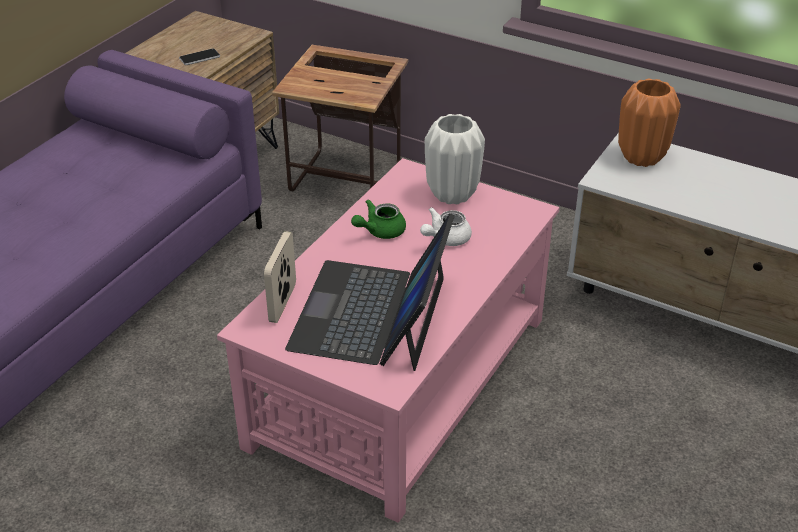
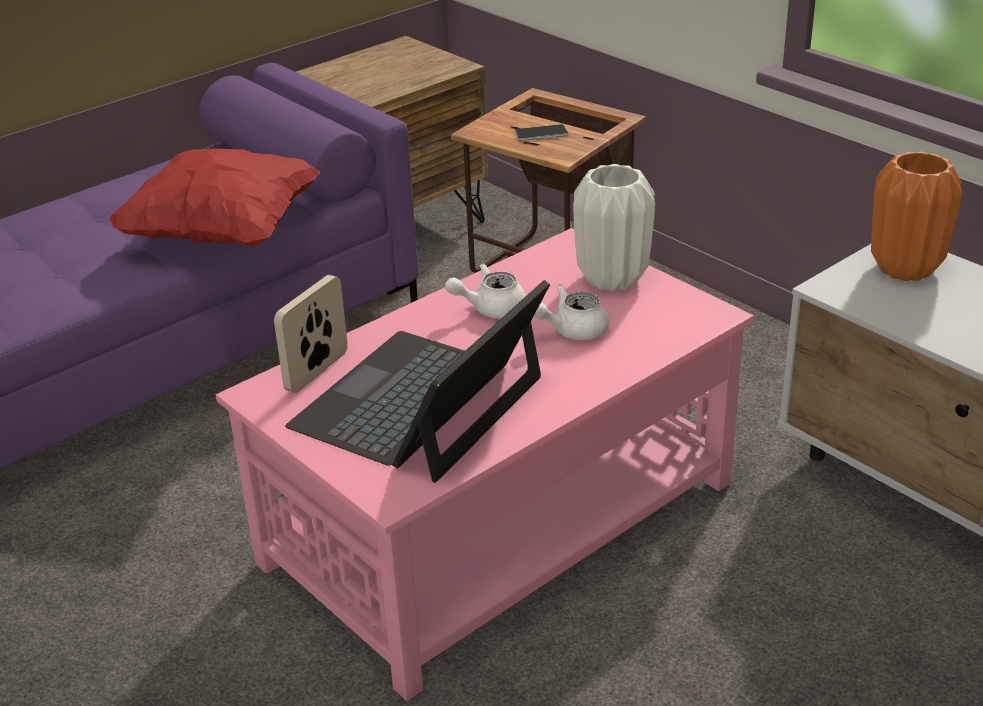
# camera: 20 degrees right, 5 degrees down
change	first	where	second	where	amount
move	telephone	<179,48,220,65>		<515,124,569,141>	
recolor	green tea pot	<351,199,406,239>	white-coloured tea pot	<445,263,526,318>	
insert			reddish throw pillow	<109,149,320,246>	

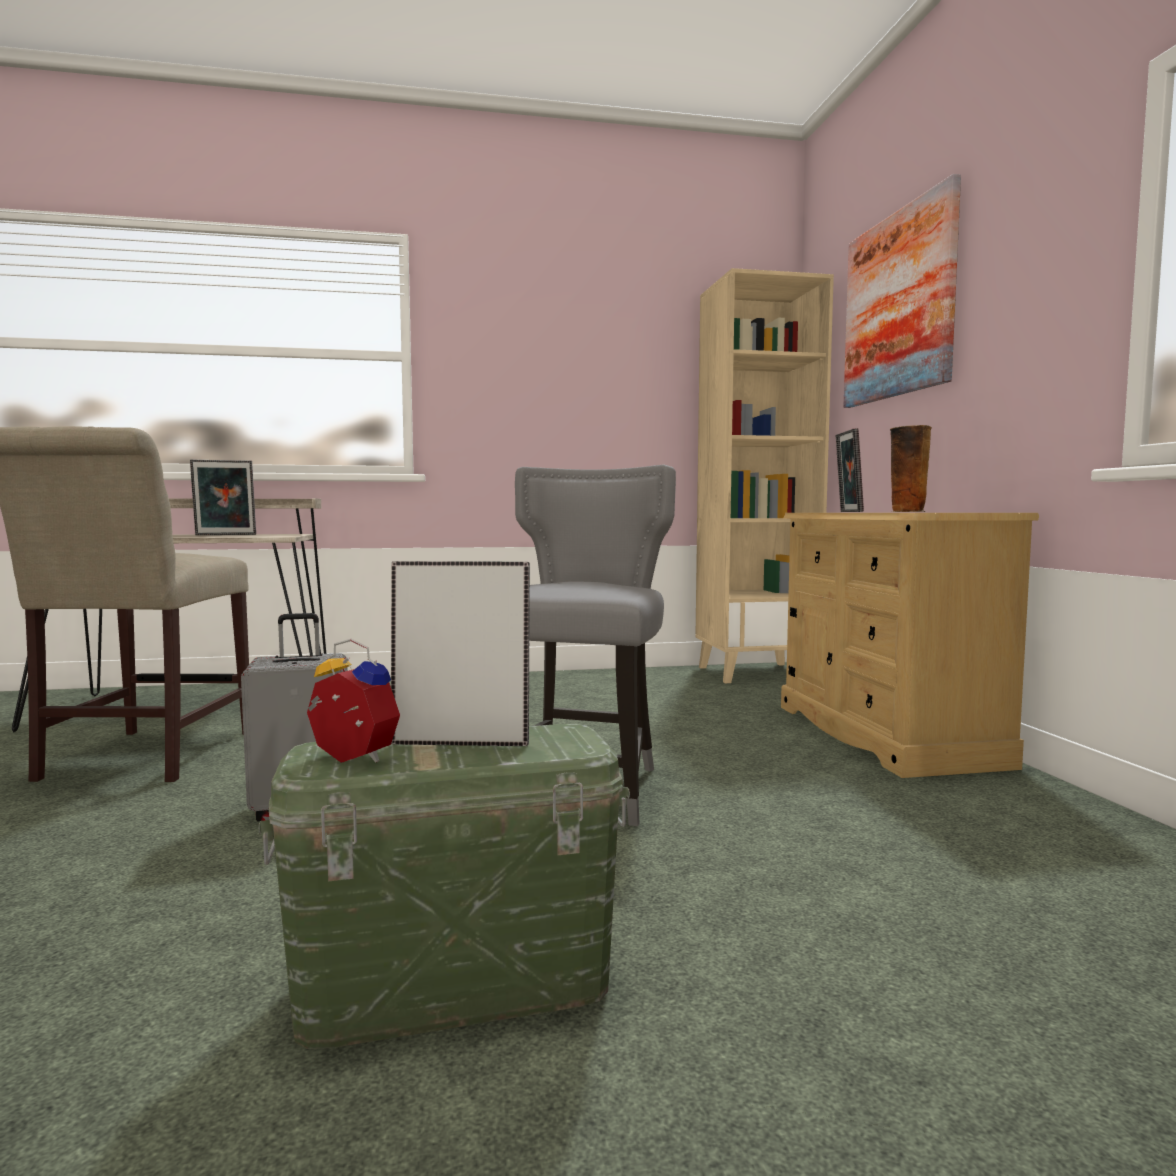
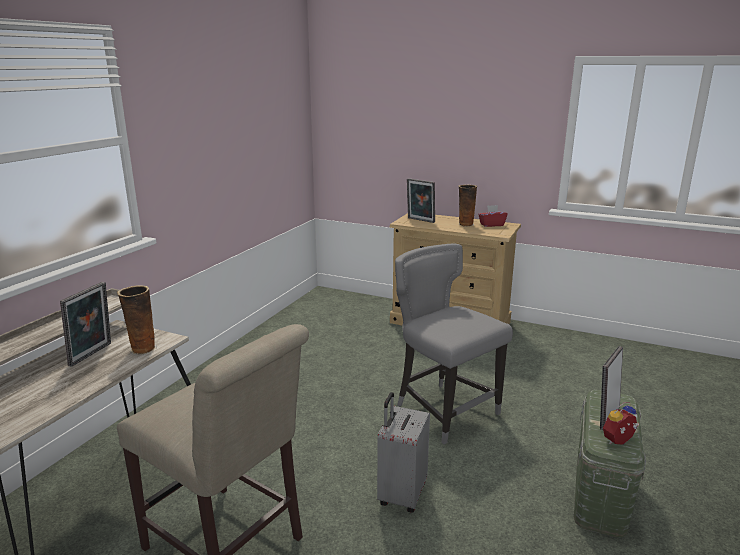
# camera: 55 degrees left, 15 degrees up
change	first	where	second	where	amount
delete	beige bookcase	<695,268,834,683>			
delete	wall art	<843,174,961,408>			
insert			flower vase	<117,285,157,355>	
insert			reddish tissue box	<478,205,508,227>	

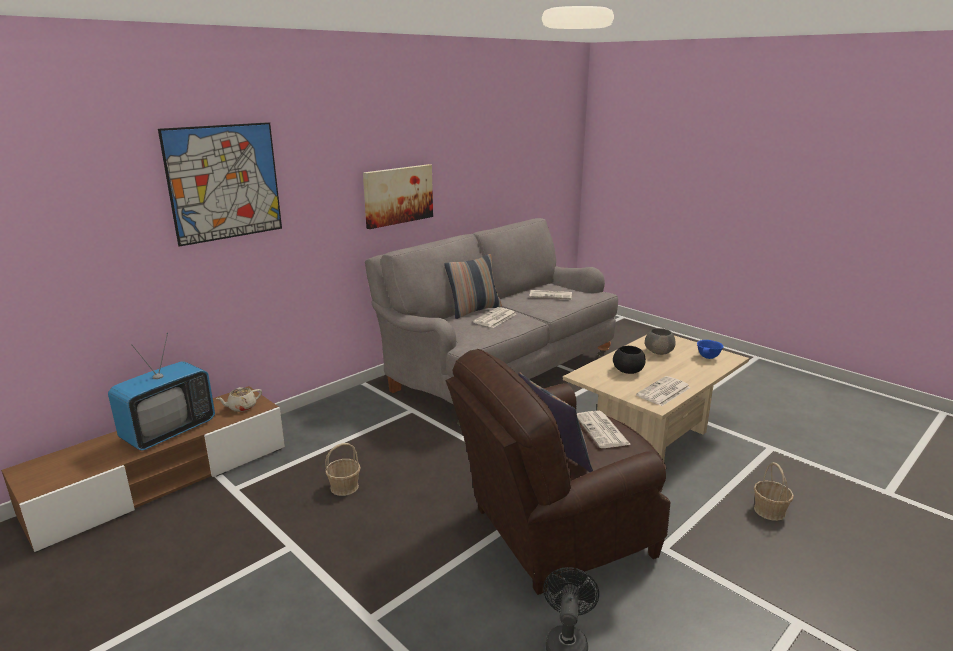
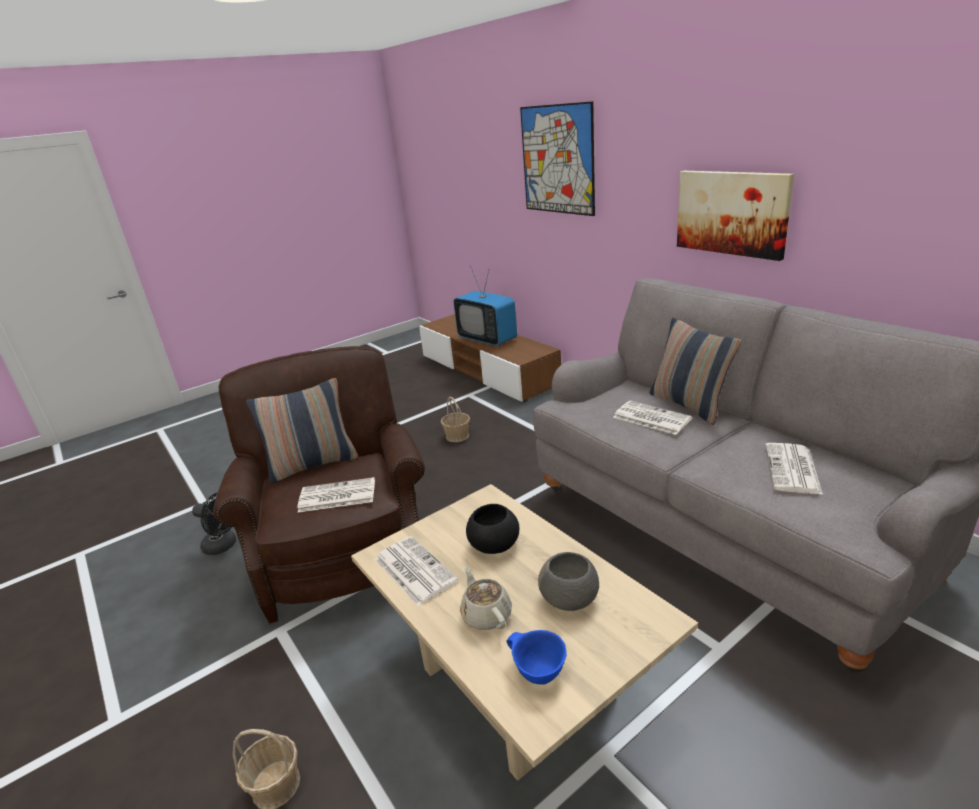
# camera: 100 degrees right, 5 degrees up
change	first	where	second	where	amount
move	beige tea pot	<216,387,262,412>		<460,566,512,630>	

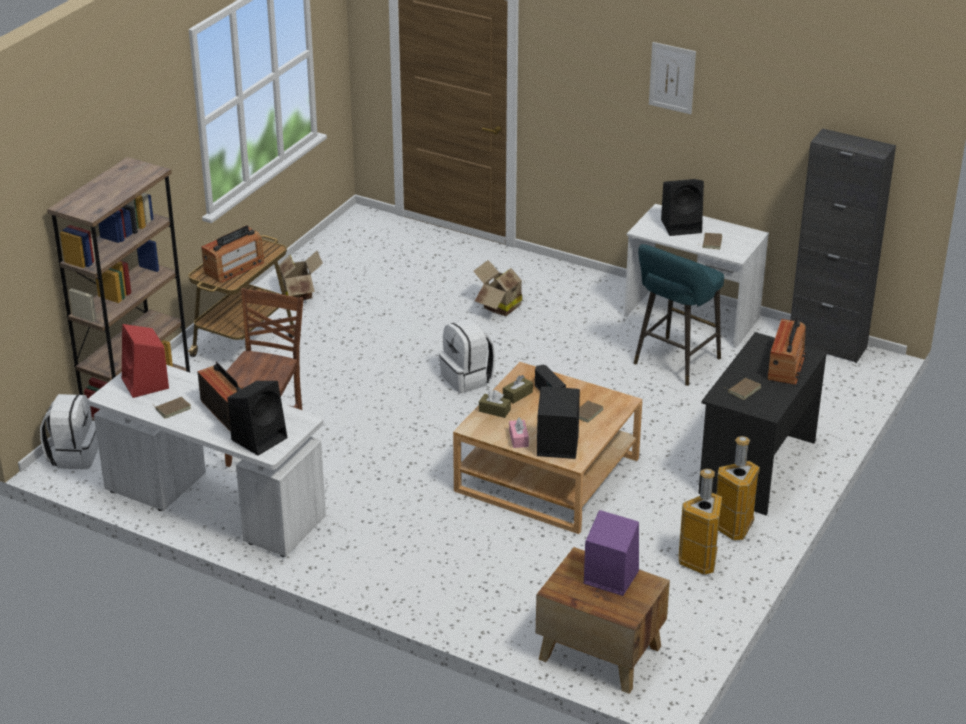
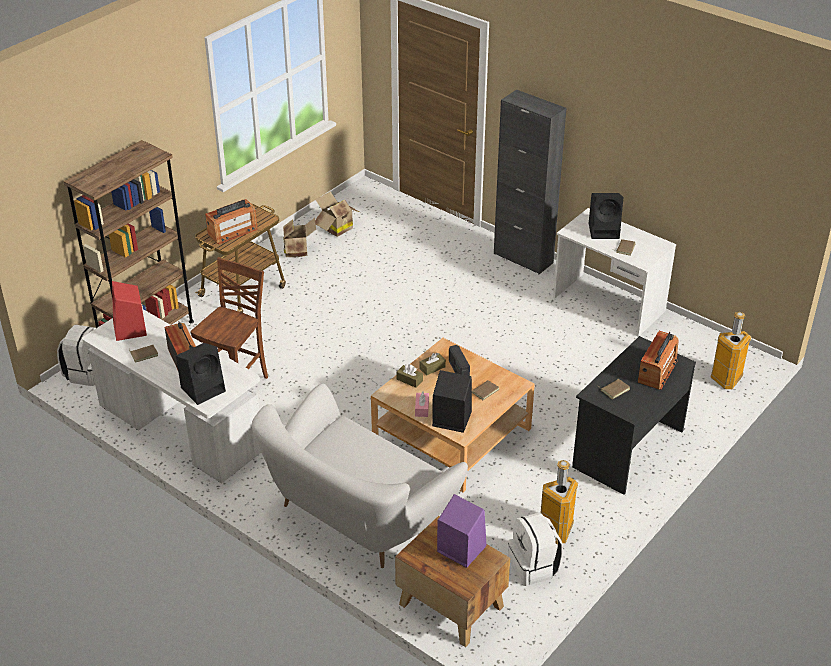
# camera: 10 degrees right, 5 degrees up
change	first	where	second	where	amount
move	white-coloured backpack	<439,318,495,393>		<508,513,563,586>	
move	cardboard box	<473,260,523,316>		<315,191,359,237>	
delete	blue-green sitting stool	<634,244,724,386>			
delete	wall art	<649,42,696,114>			
move	rubbish bin	<716,436,760,540>		<710,312,751,389>	
move	black-coloured storage cabinet	<790,128,896,363>		<494,90,566,274>	
insert			white-coloured settee	<252,383,468,568>	

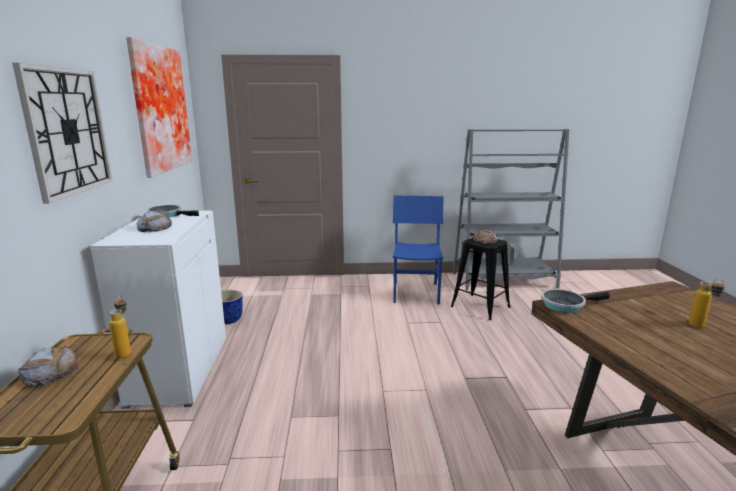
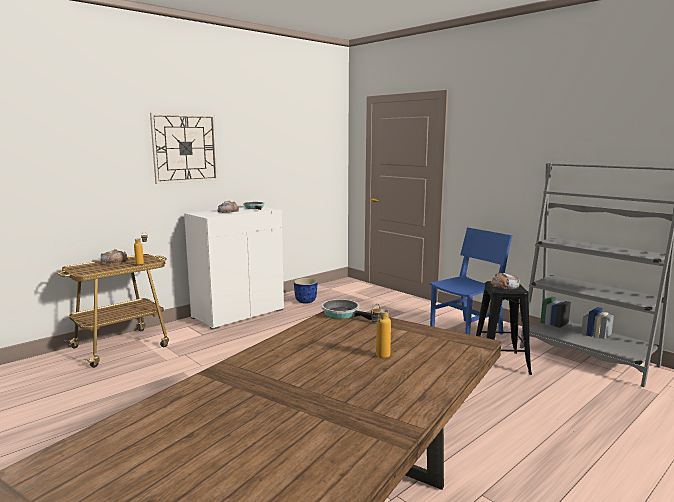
# camera: 50 degrees right, 5 degrees down
change	first	where	second	where	amount
delete	wall art	<126,37,192,178>			

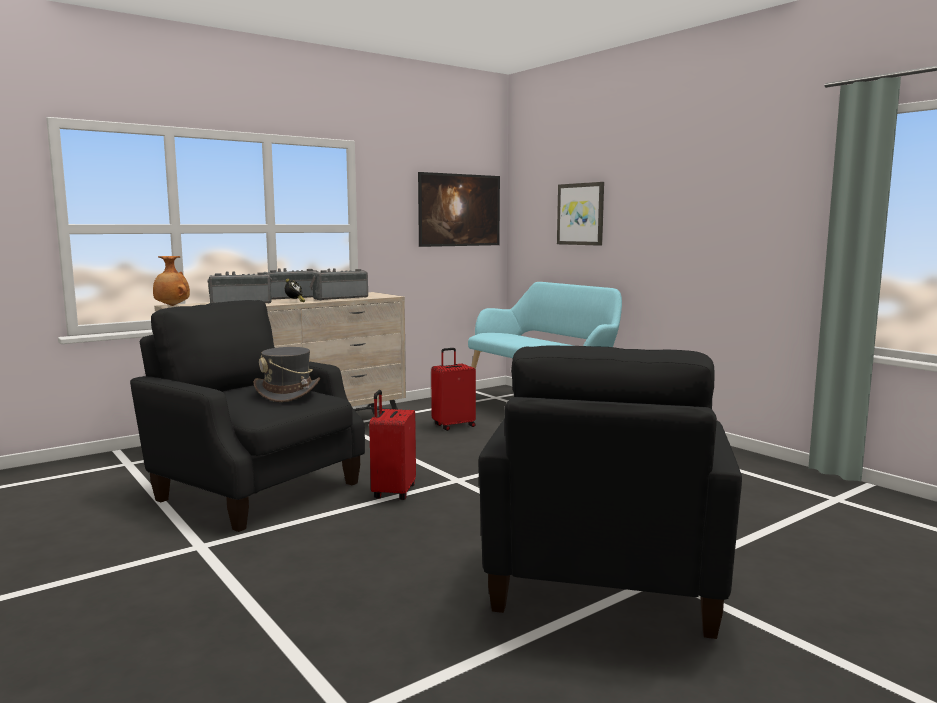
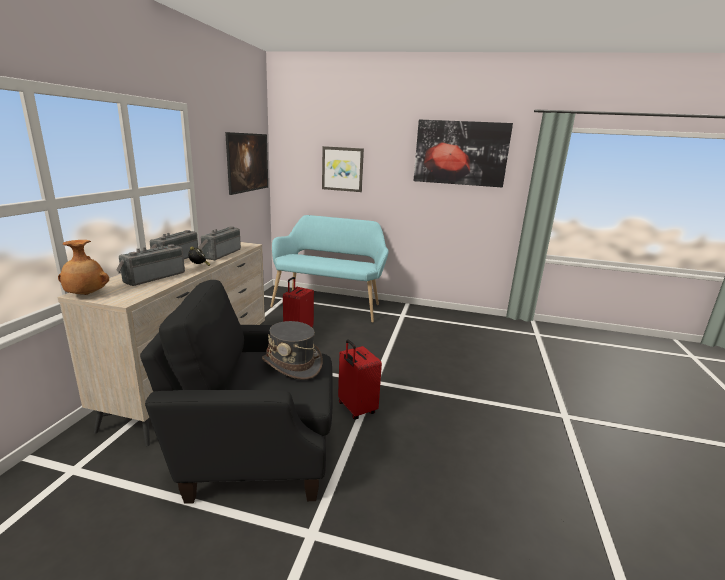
# camera: 40 degrees left, 10 degrees up
change	first	where	second	where	amount
delete	black-coloured easy chair	<478,345,742,639>			
insert			wall art	<414,120,513,188>	

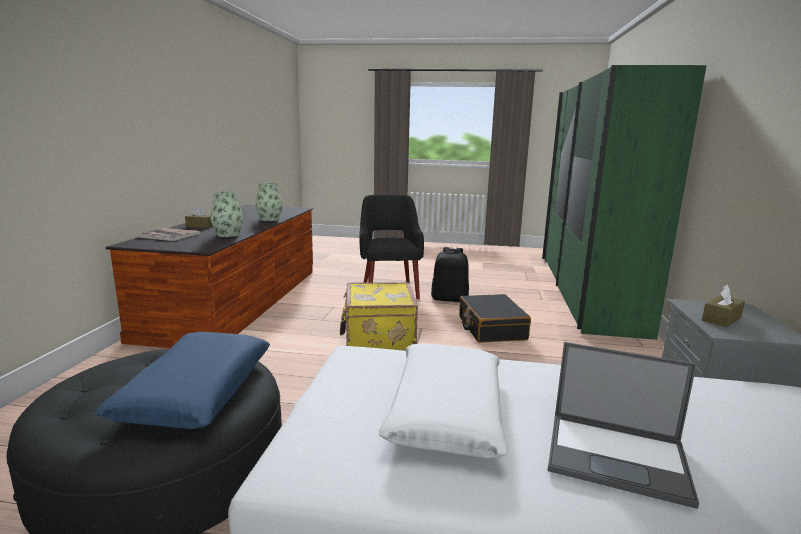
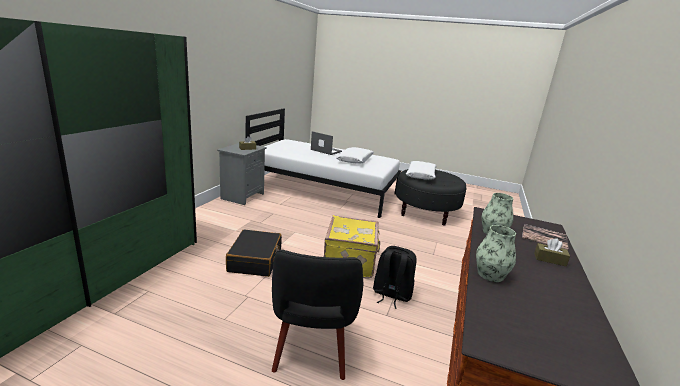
# camera: 170 degrees left, 5 degrees up
change	first	where	second	where	amount
recolor	blue throw pillow	<95,332,270,429>	white-coloured throw pillow	<406,161,437,180>	
move	black-coloured backpack	<431,247,469,302>		<373,246,417,309>	

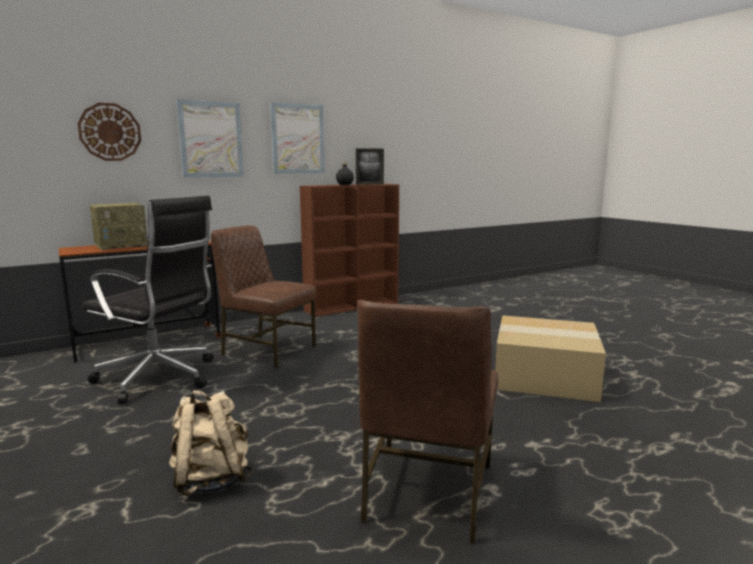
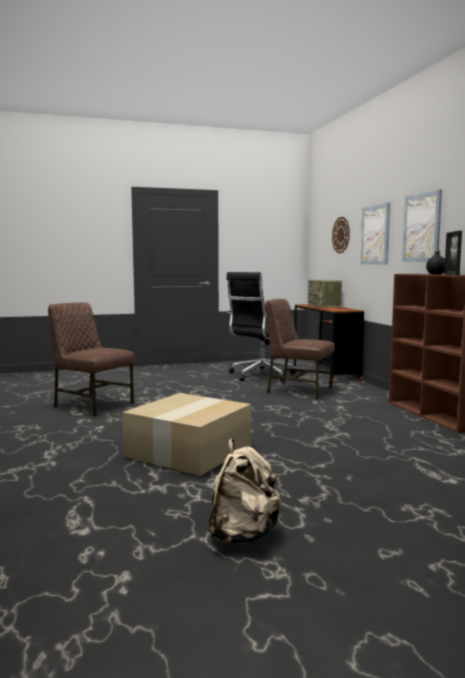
# camera: 105 degrees right, 5 degrees down
change	first	where	second	where	amount
move	beige backpack	<169,390,252,496>		<208,439,282,544>	
rotate	brown-coloured chair	<211,225,317,368>		<265,299,335,399>	105 degrees counterclockwise

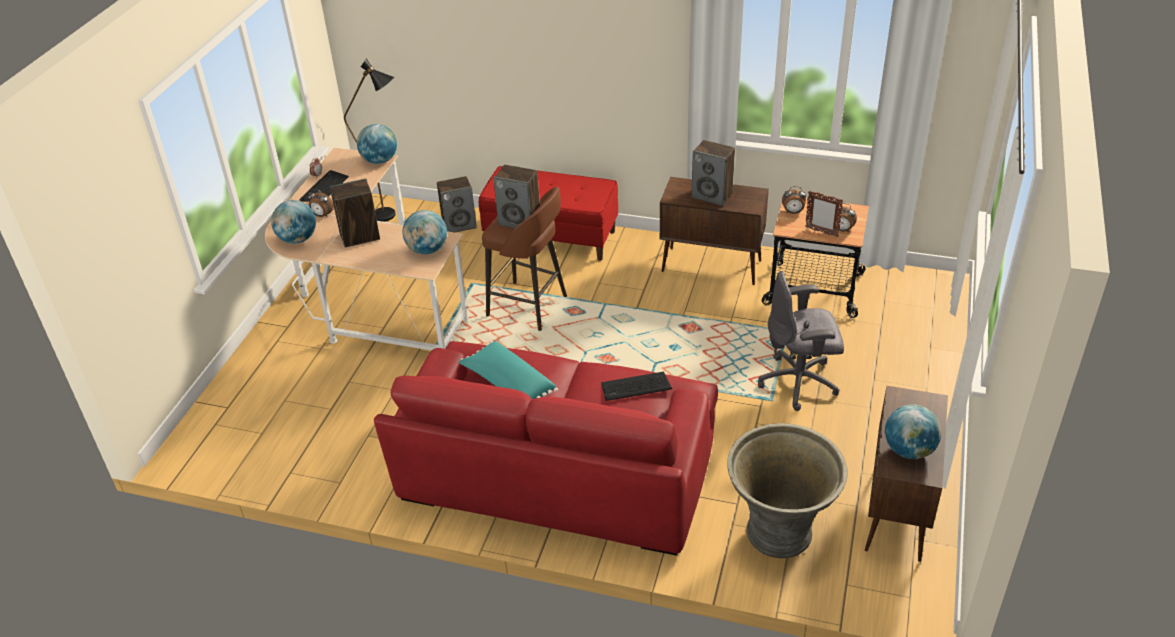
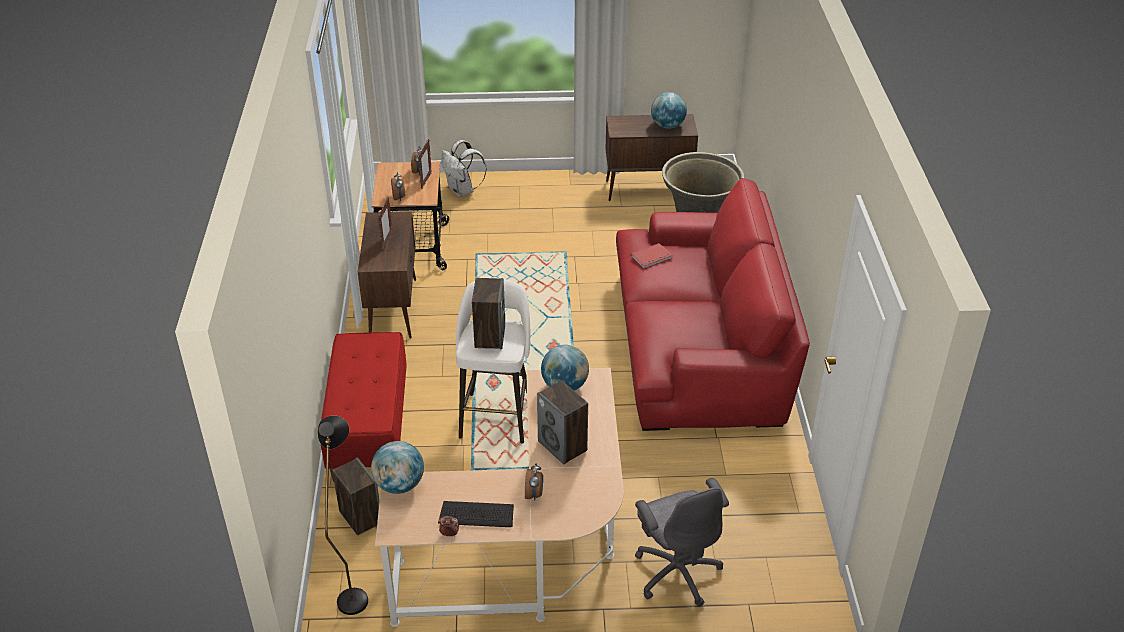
# camera: 110 degrees left, 0 degrees up
change	first	where	second	where	amount
delete	world globe	<271,200,316,244>			
delete	blue-green throw pillow	<459,341,558,399>			
recolor	brown-coloured sitting stool	<482,187,567,331>	white-coloured sitting stool	<456,279,530,443>	
replace	PC keyboard	<601,372,672,401>	reddish volume	<631,243,673,269>	
replace	loudspeaker	<691,140,735,206>	photo frame	<378,197,393,250>	
move	gray office chair	<758,271,844,411>		<635,478,729,606>	
insert			white-coloured backpack	<441,140,487,197>	

